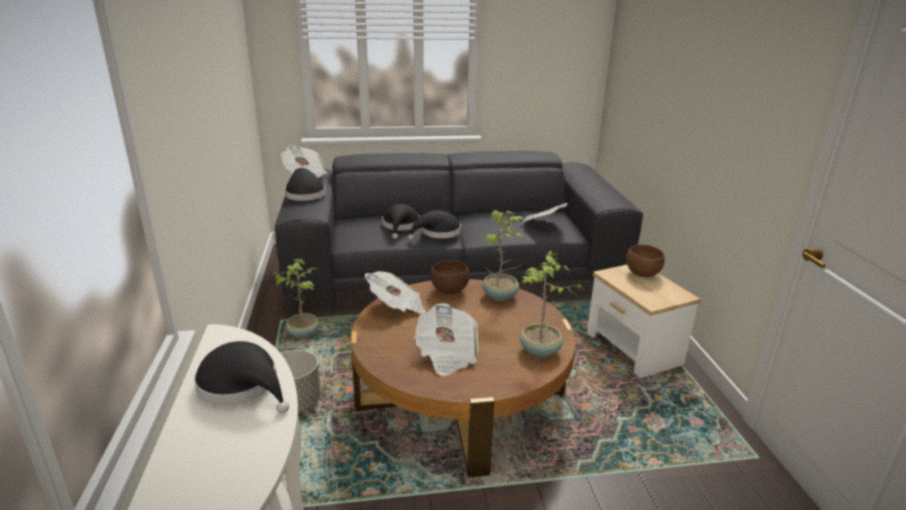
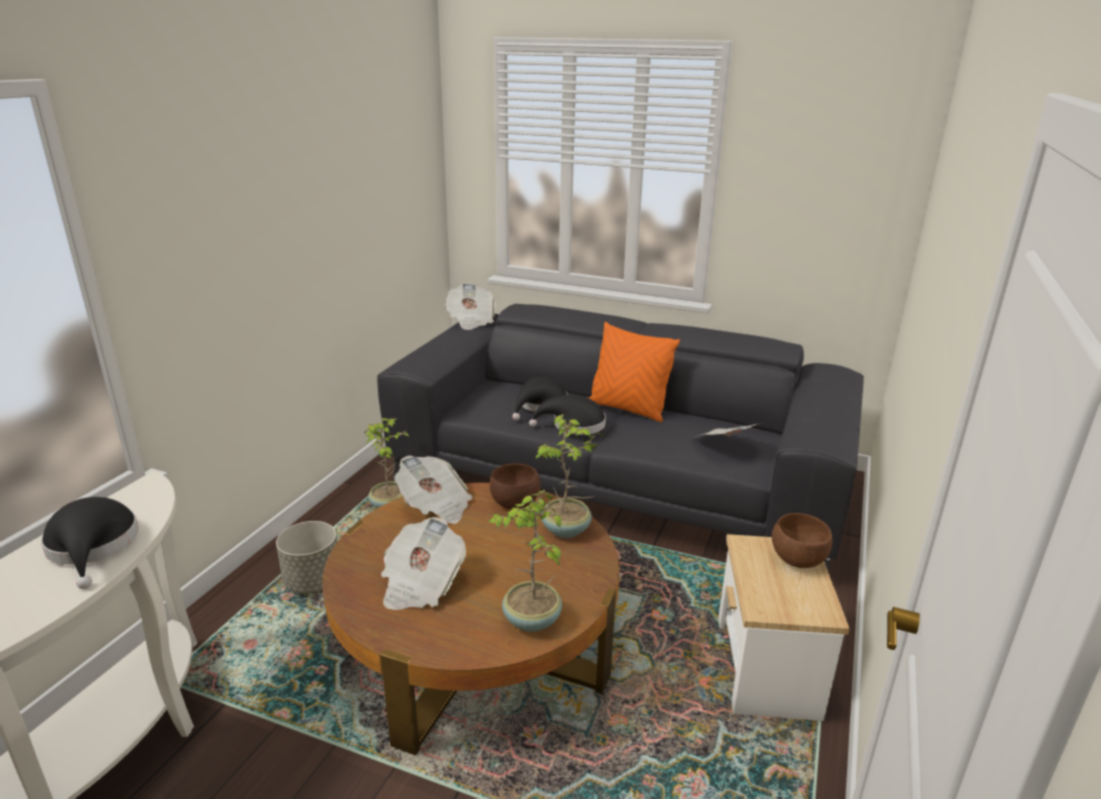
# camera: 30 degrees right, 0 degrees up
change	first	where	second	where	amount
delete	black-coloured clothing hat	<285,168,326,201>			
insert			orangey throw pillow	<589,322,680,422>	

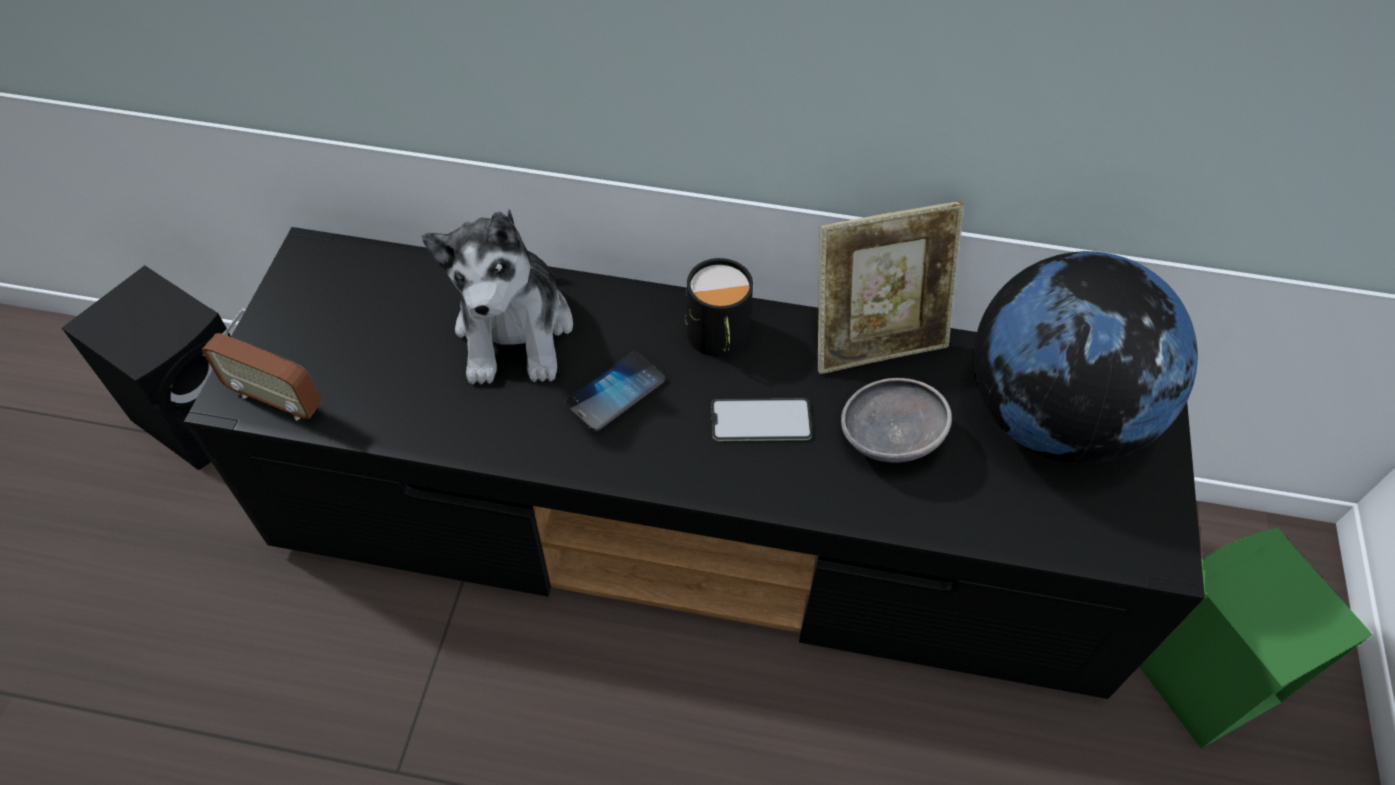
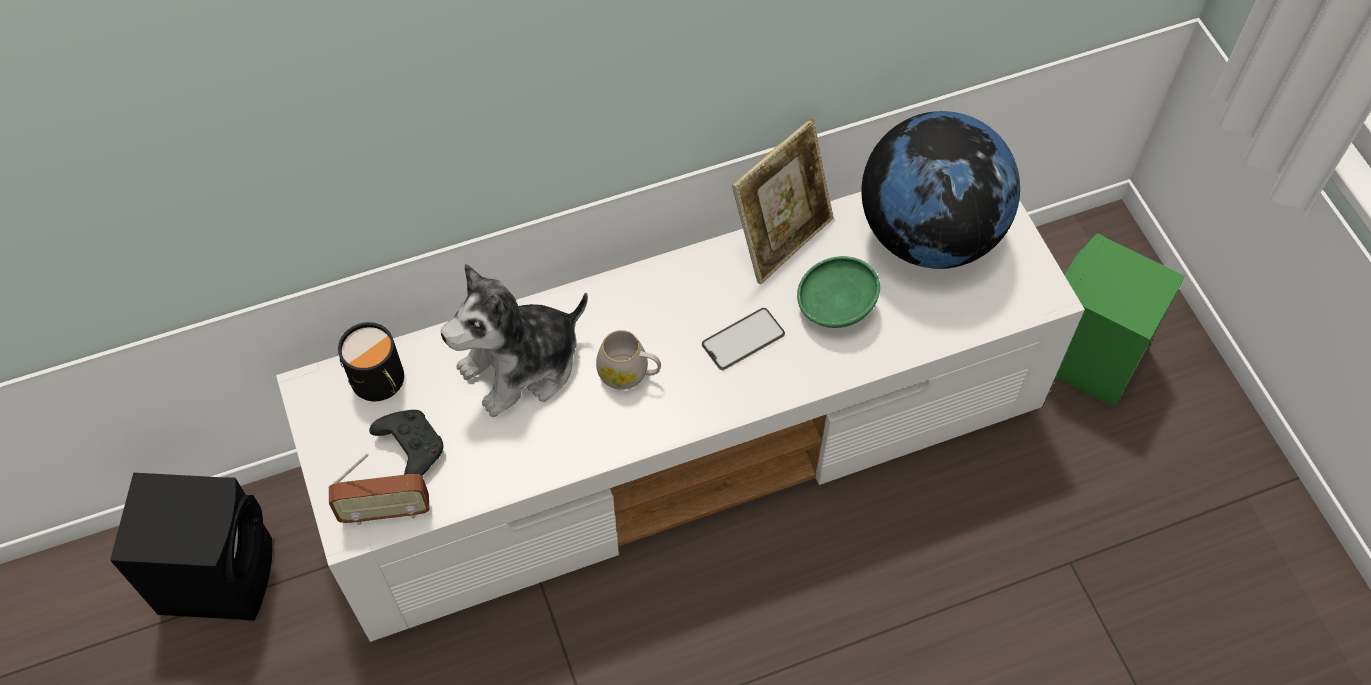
# camera: 30 degrees left, 5 degrees up
change	first	where	second	where	amount
recolor	black-coloured tv unit	<184,227,1205,699>	white-coloured tv unit	<276,191,1085,642>	
rotate	plush toy	<422,209,573,385>		<441,264,588,417>	90 degrees clockwise
replace	telephone	<564,352,665,432>	white-coloured coffee mug	<596,330,661,390>	
move	black-coloured coffee mug	<685,258,753,357>		<338,322,404,401>	
recolor	gray serving bowl	<841,378,952,462>	green serving bowl	<797,256,880,328>	
insert			black-coloured game controller	<369,410,444,476>	

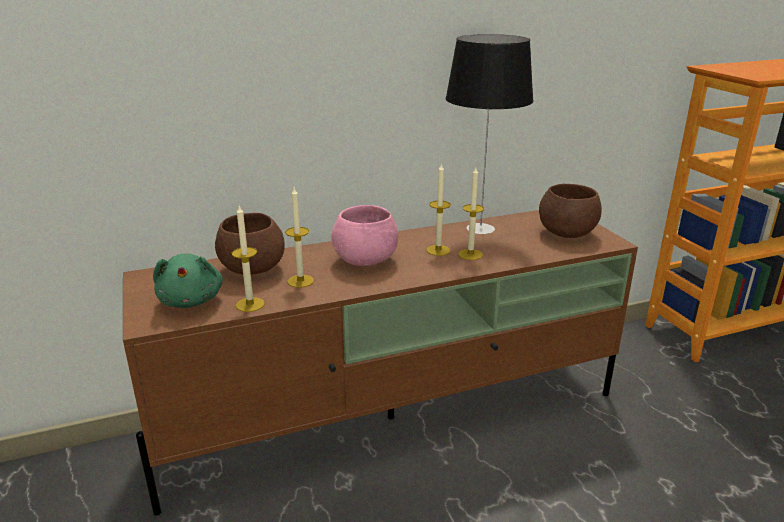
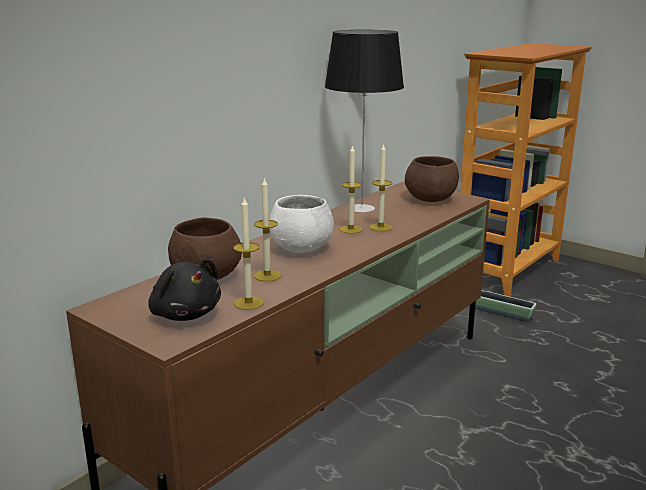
# camera: 30 degrees left, 5 degrees down
change	first	where	second	where	amount
recolor	green plush toy	<153,253,223,308>	black-coloured plush toy	<148,259,221,321>	
recolor	pink-coloured serving bowl	<332,205,398,266>	white-coloured serving bowl	<270,195,334,253>	
insert			planter	<475,290,536,322>	

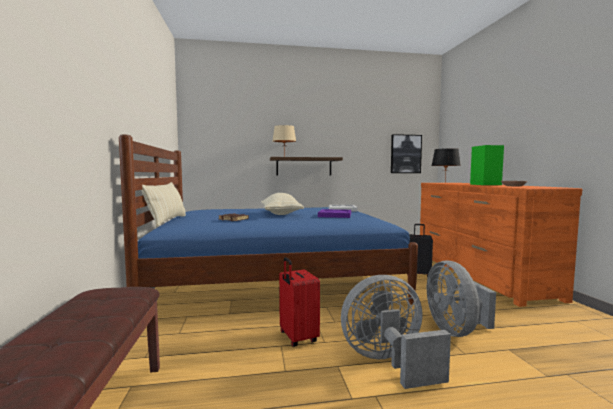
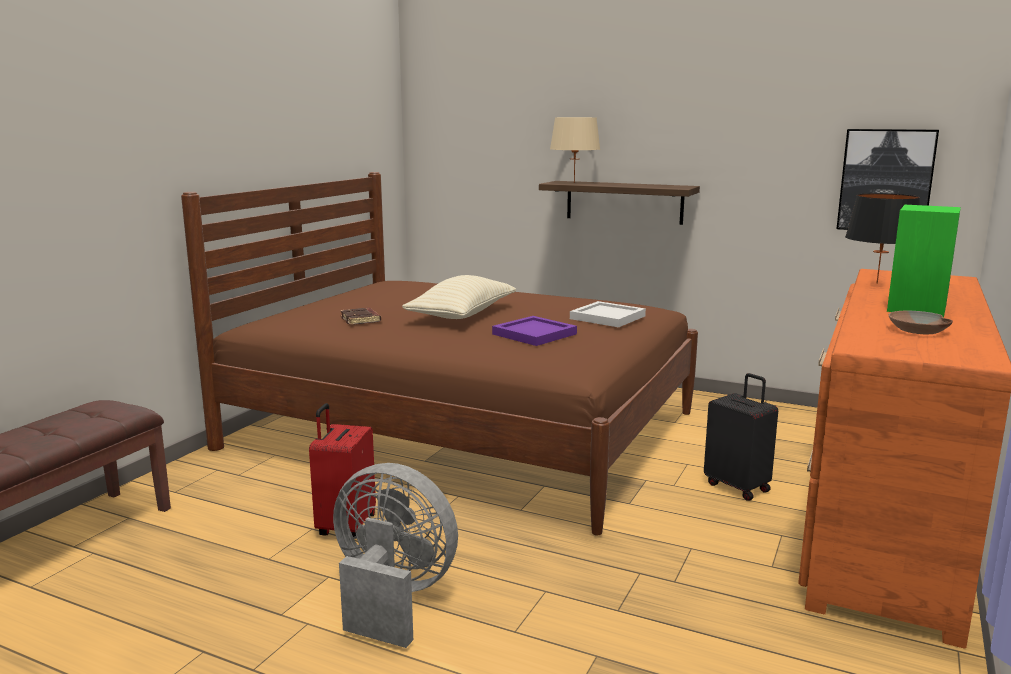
# camera: 35 degrees right, 10 degrees up
change	first	where	second	where	amount
recolor	blue sleeping bed	<119,135,418,304>	brown-coloured sleeping bed	<181,172,698,535>	
delete	beige throw pillow	<141,182,186,227>			
delete	gray electric fan	<427,261,496,337>			

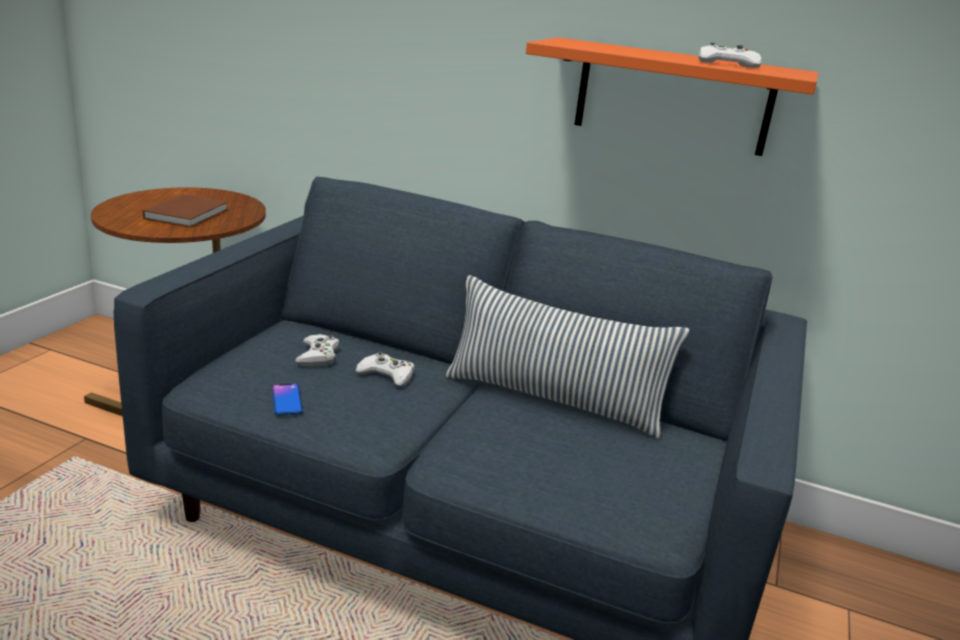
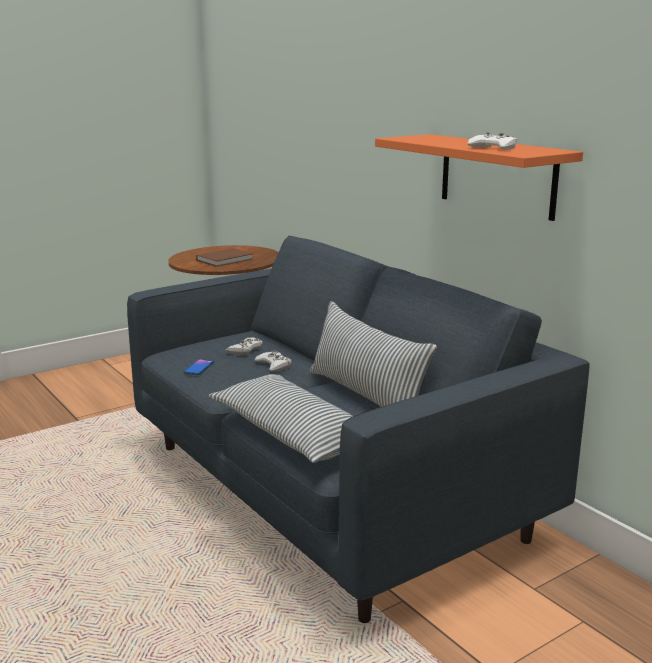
# camera: 35 degrees right, 5 degrees down
change	first	where	second	where	amount
insert			throw pillow	<209,374,353,463>	

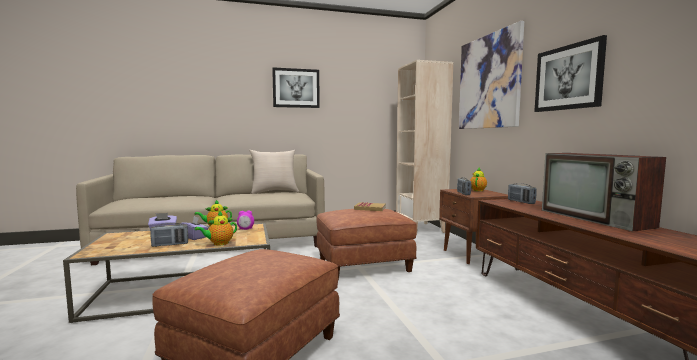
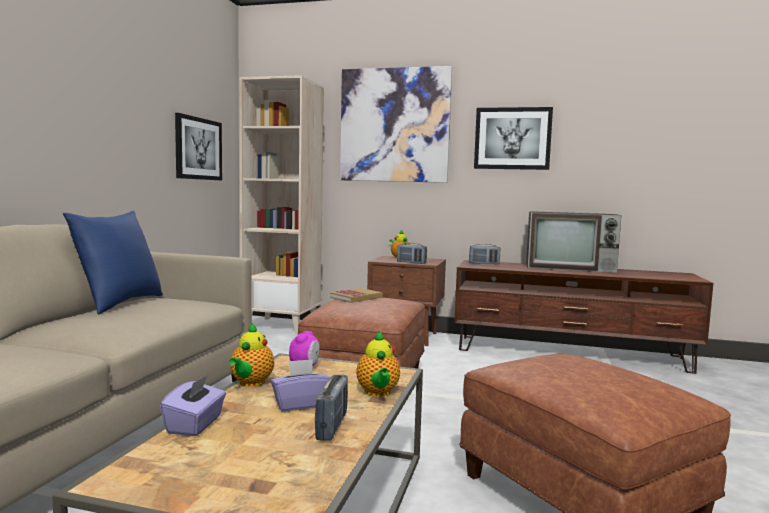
# camera: 60 degrees left, 0 degrees up
change	first	where	second	where	amount
recolor	beige throw pillow	<249,150,299,194>	blue throw pillow	<63,211,163,314>	
move	wall art	<272,67,320,108>		<175,113,222,180>	

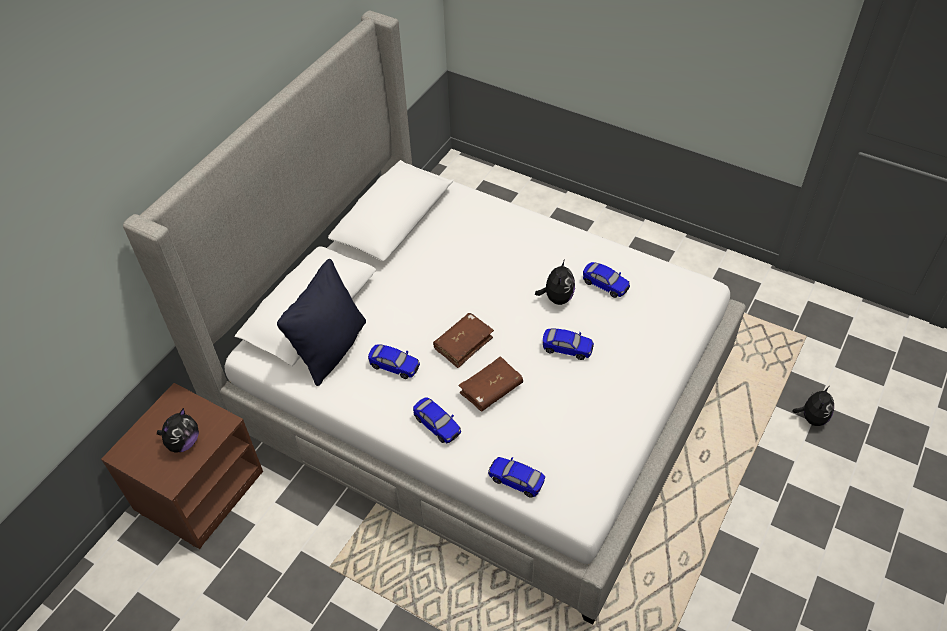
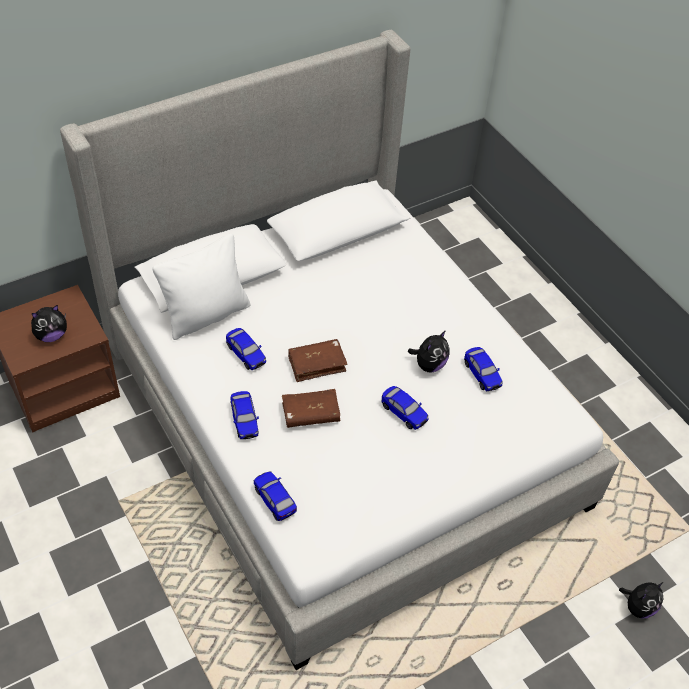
# camera: 25 degrees right, 0 degrees up
change	first	where	second	where	amount
recolor	black-coloured throw pillow	<277,259,366,386>	white-coloured throw pillow	<152,234,250,340>	

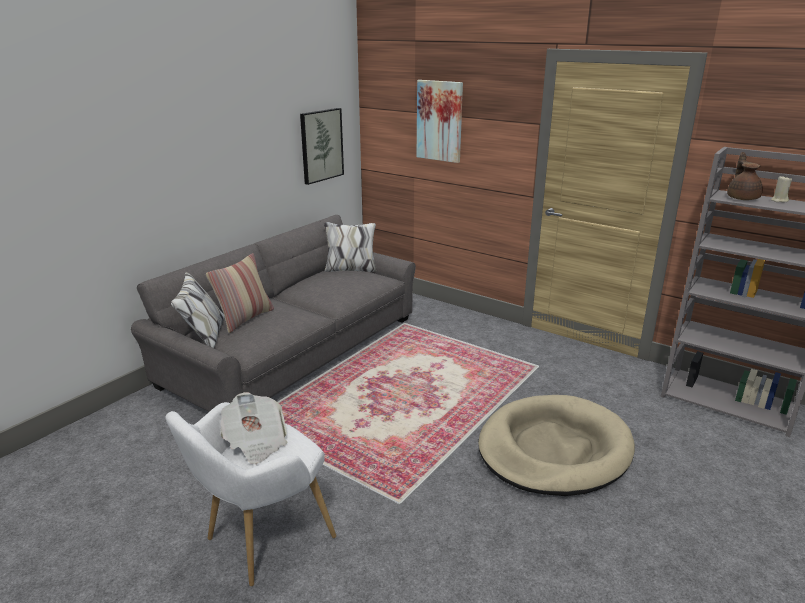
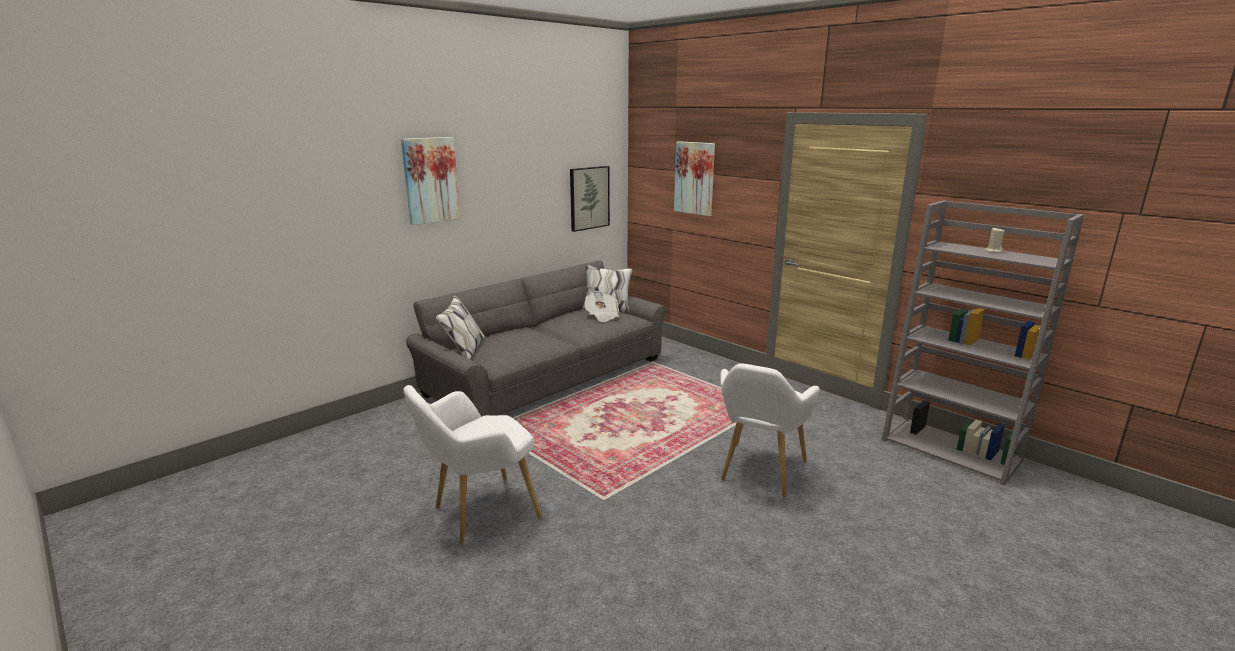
# camera: 10 degrees right, 5 degrees down
change	first	where	second	where	amount
delete	throw pillow	<206,253,274,333>			
move	newspaper	<220,392,287,464>		<585,291,619,322>	
replace	beige dog cushion	<478,395,635,496>	white-coloured easy chair	<720,364,820,497>	
delete	brown-coloured tea pot	<727,152,763,200>			
insert			wall art	<401,137,460,225>	

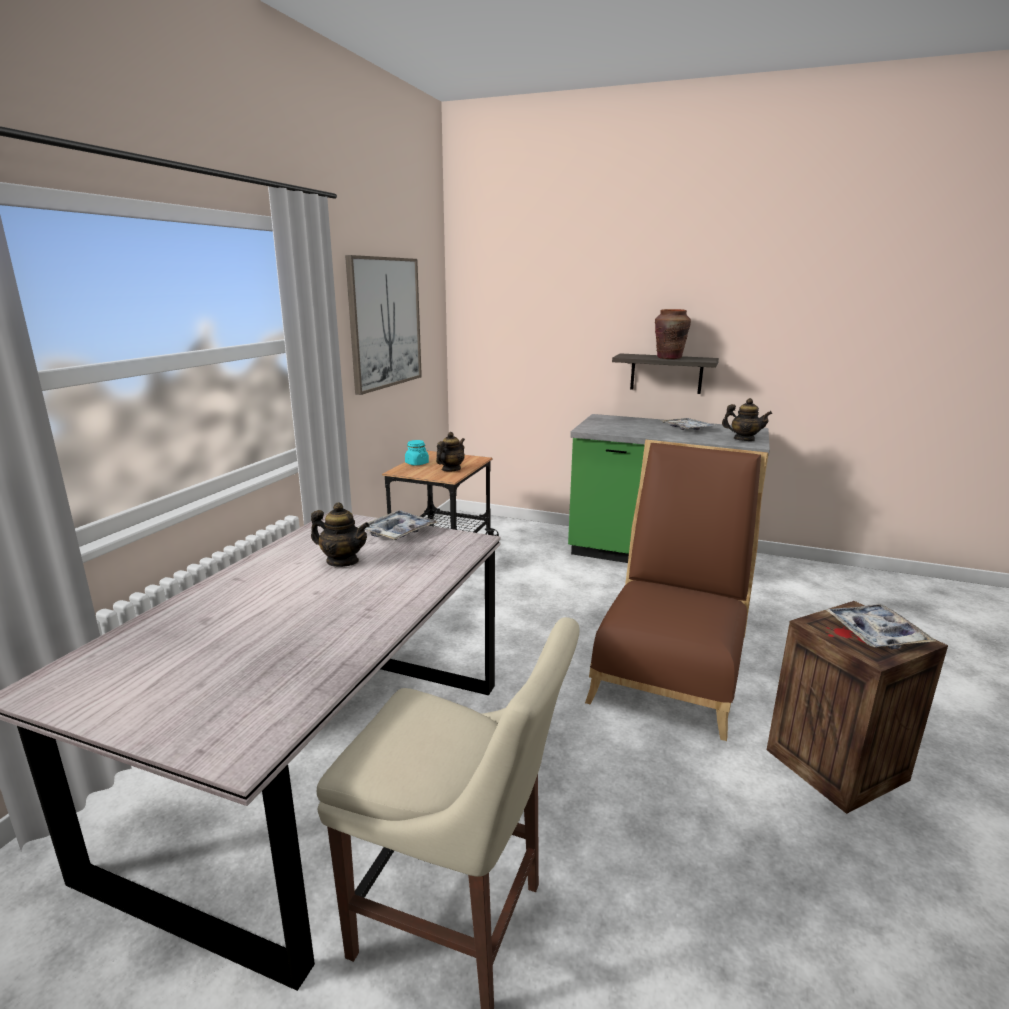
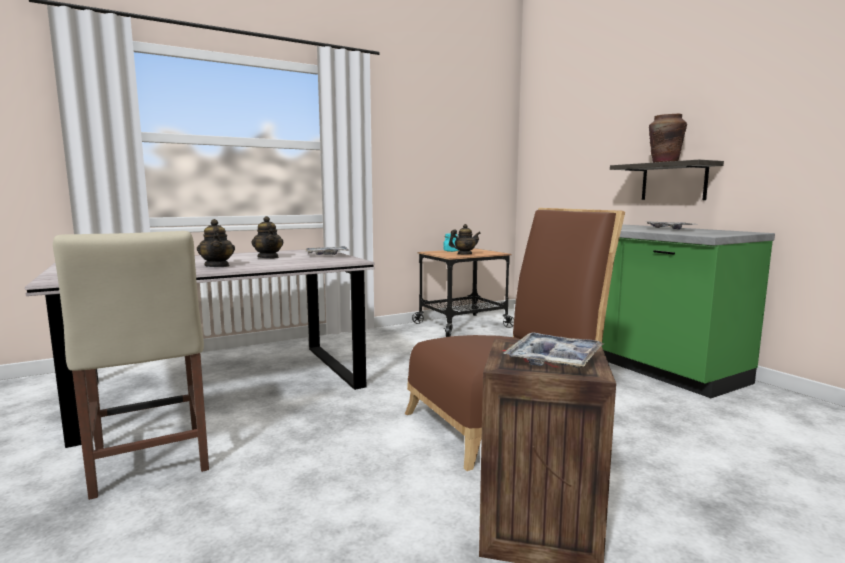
# camera: 40 degrees right, 10 degrees down
change	first	where	second	where	amount
delete	wall art	<345,255,422,395>			
move	tea pot	<722,398,773,441>		<197,219,235,267>	

